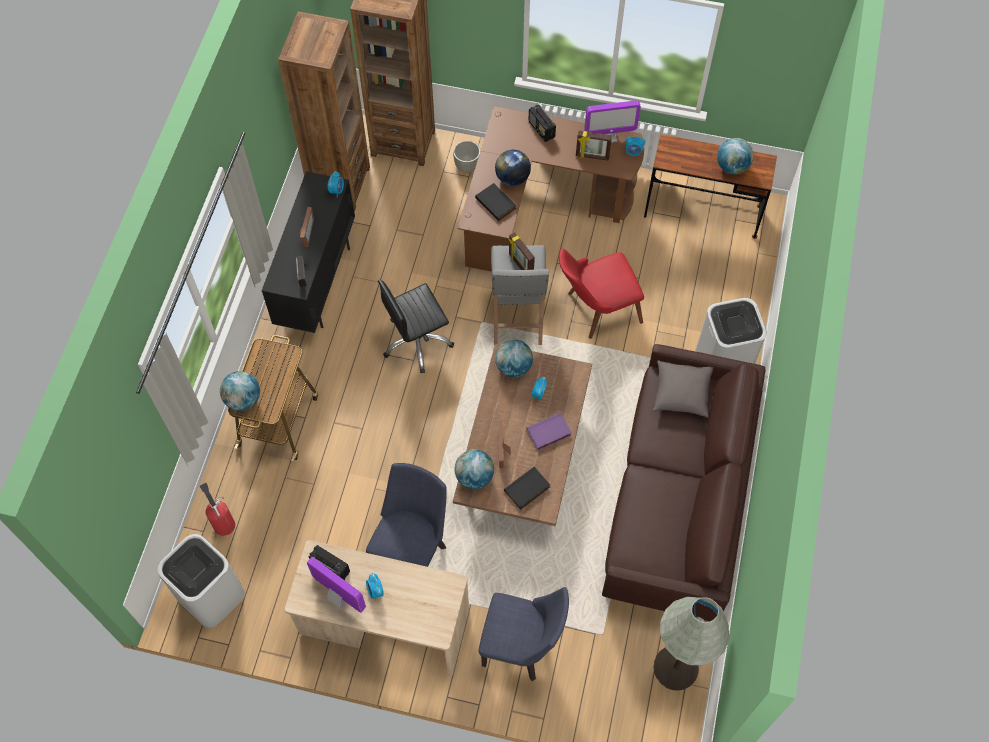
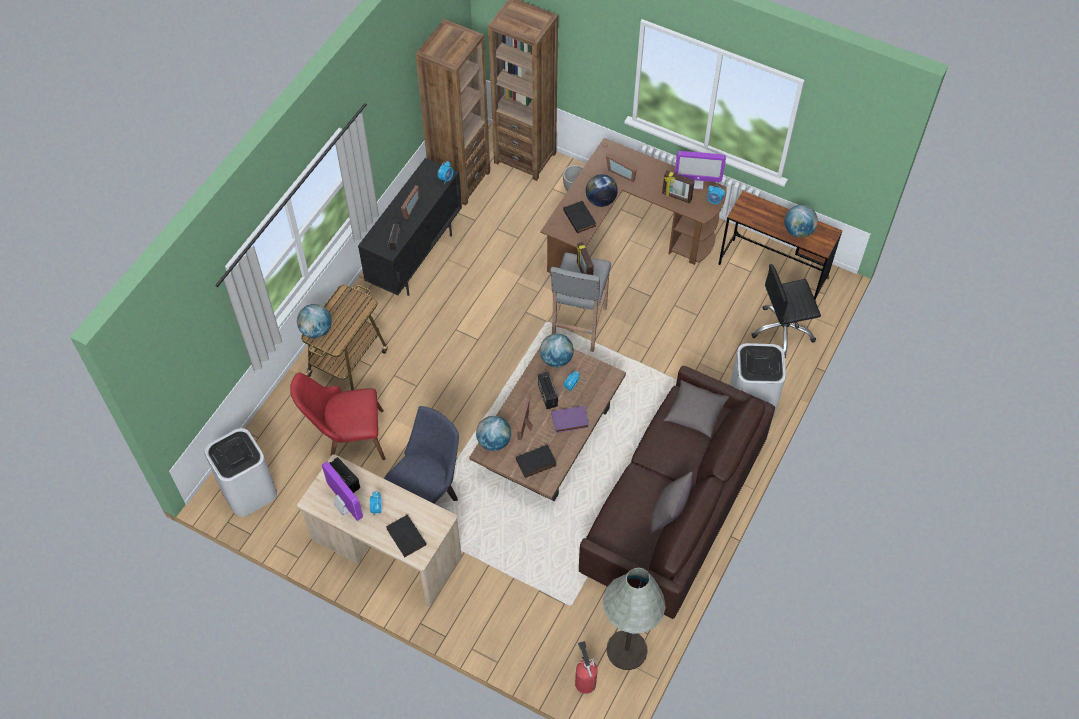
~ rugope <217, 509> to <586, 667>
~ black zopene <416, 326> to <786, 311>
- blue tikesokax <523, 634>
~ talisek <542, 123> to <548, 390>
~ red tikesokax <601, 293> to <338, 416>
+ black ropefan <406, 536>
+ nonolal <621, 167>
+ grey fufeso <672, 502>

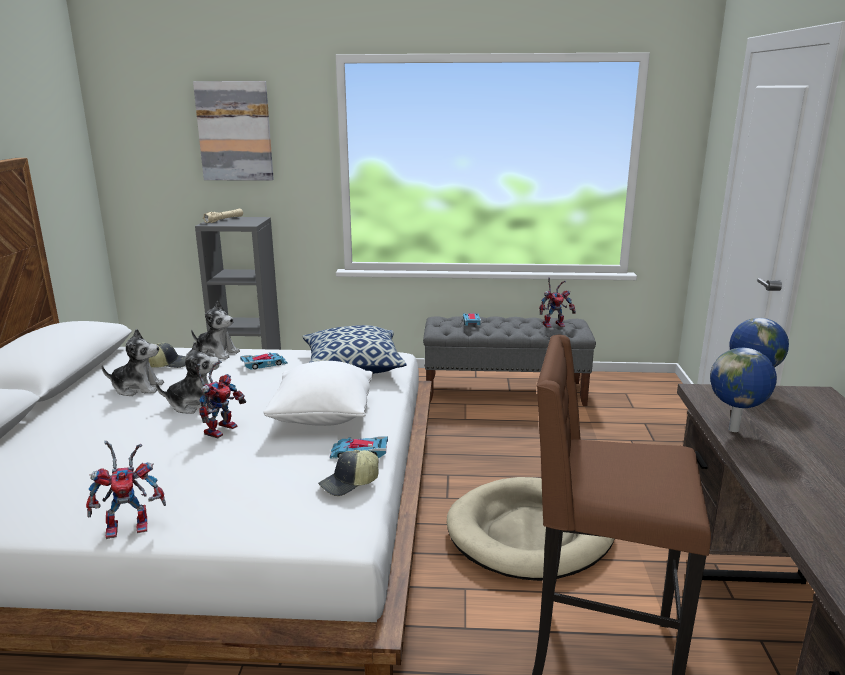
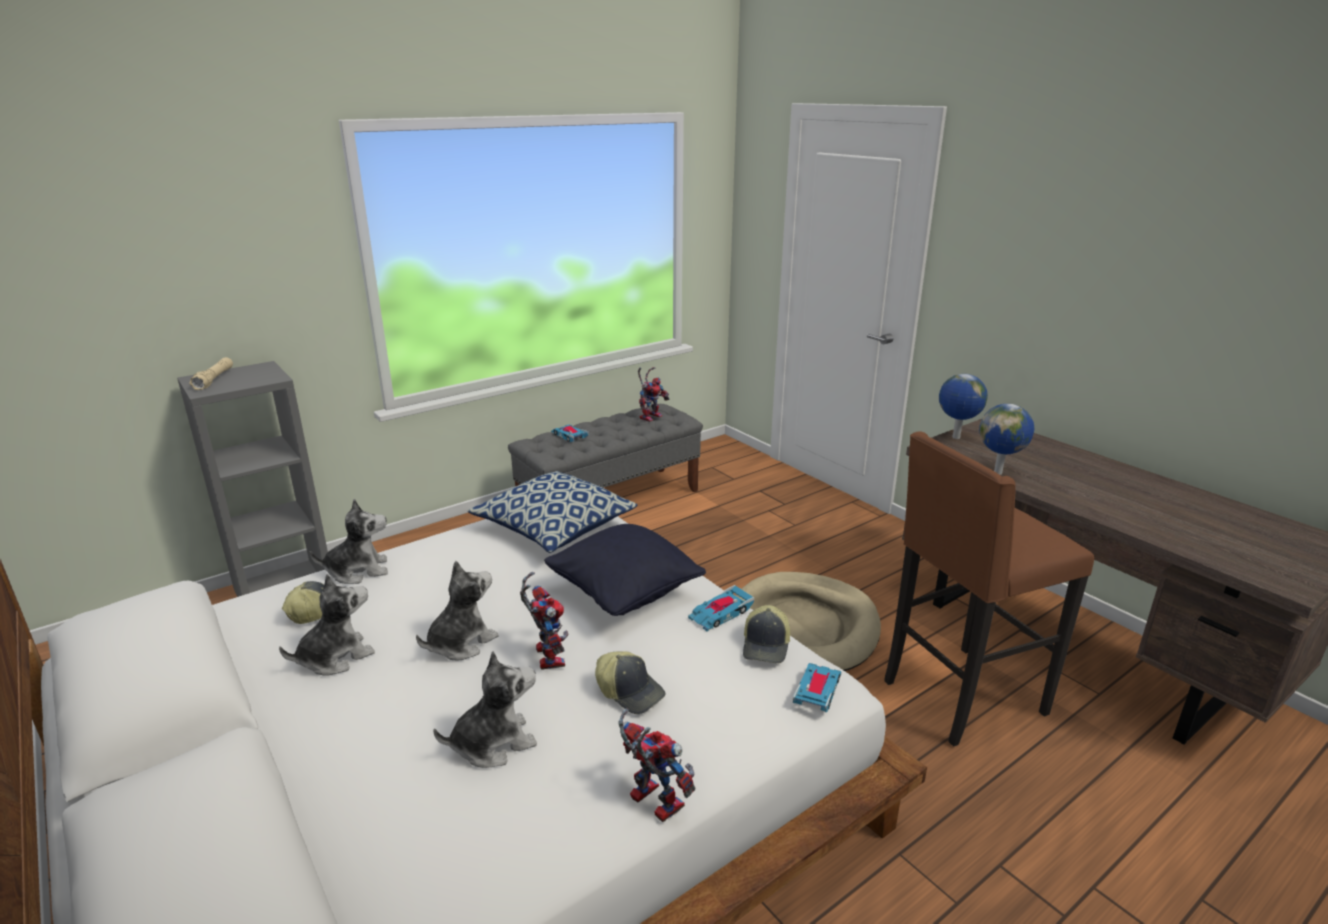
~ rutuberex <126, 490> = <656, 765> 75 degrees counterclockwise
- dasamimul <233, 131>
~ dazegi <264, 361> to <817, 687>
~ white fufeso <318, 393> to black fufeso <625, 570>
+ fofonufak <485, 709>
+ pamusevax <630, 682>

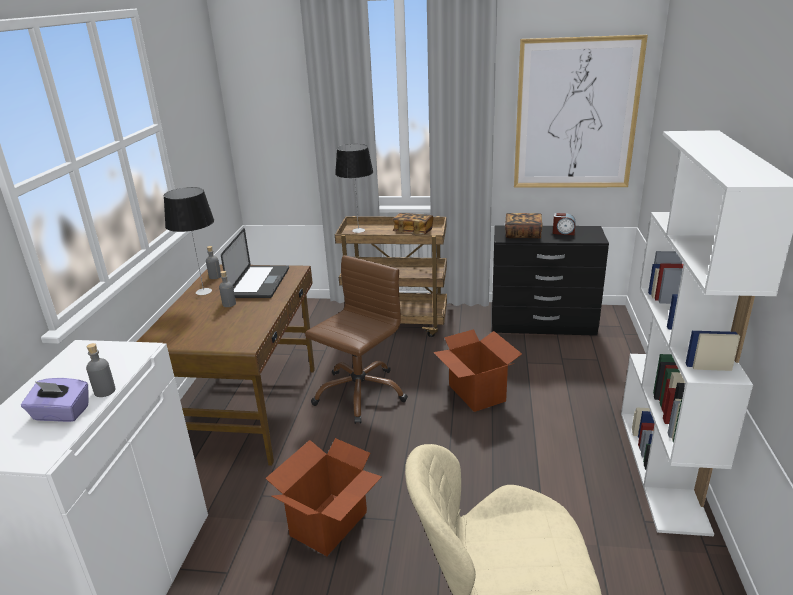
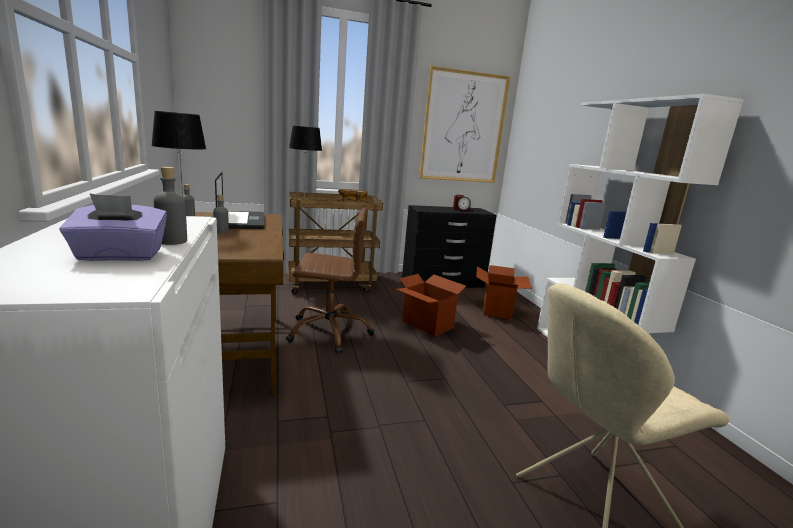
~ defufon <323, 497> to <504, 292>
~ brown zopene <356, 339> = <330, 280> 75 degrees clockwise
- ropefan <523, 225>

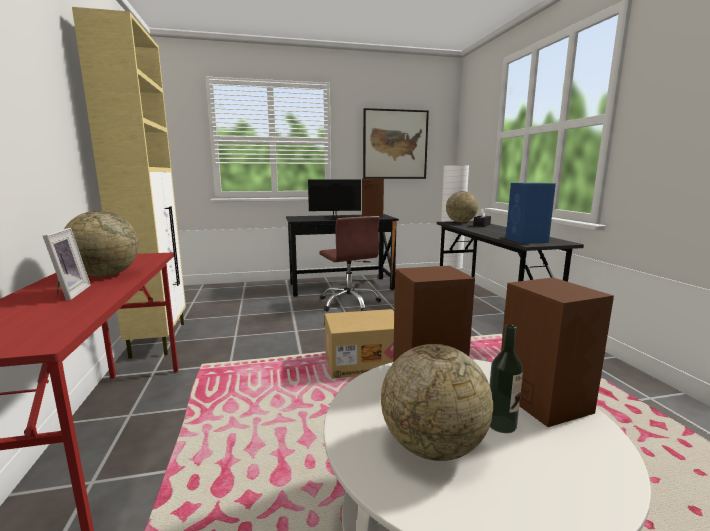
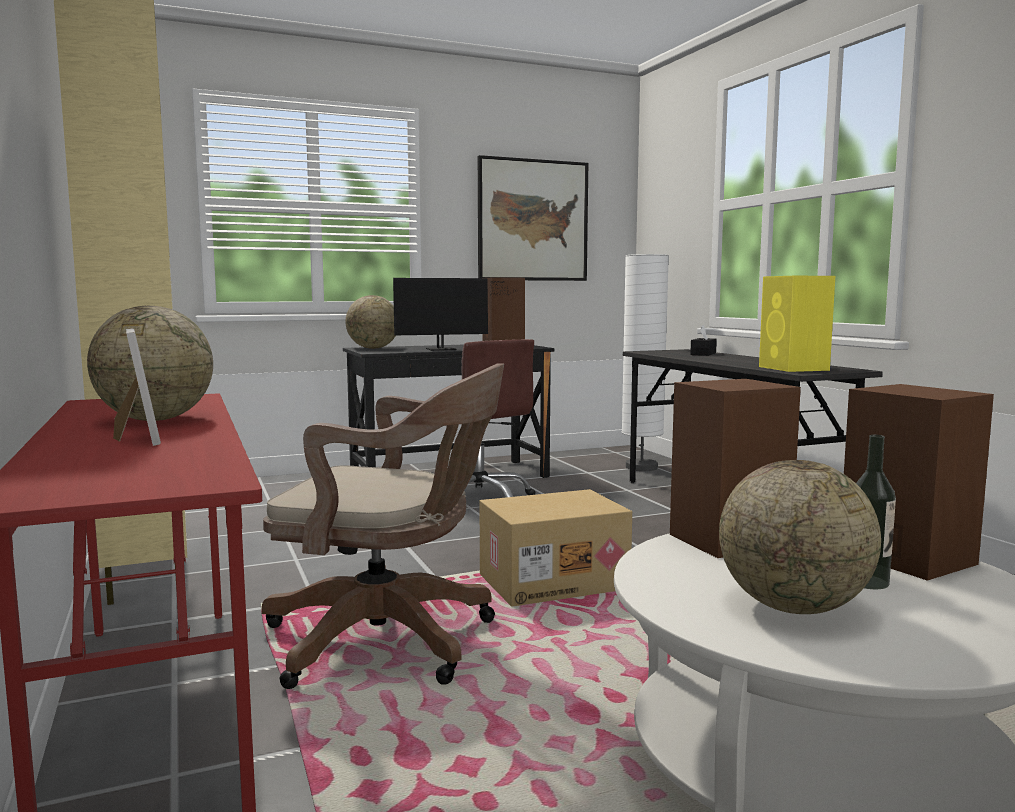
~ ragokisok <462, 207> to <370, 322>
~ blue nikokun <531, 213> to yellow nikokun <797, 324>
+ brown zopene <383, 526>

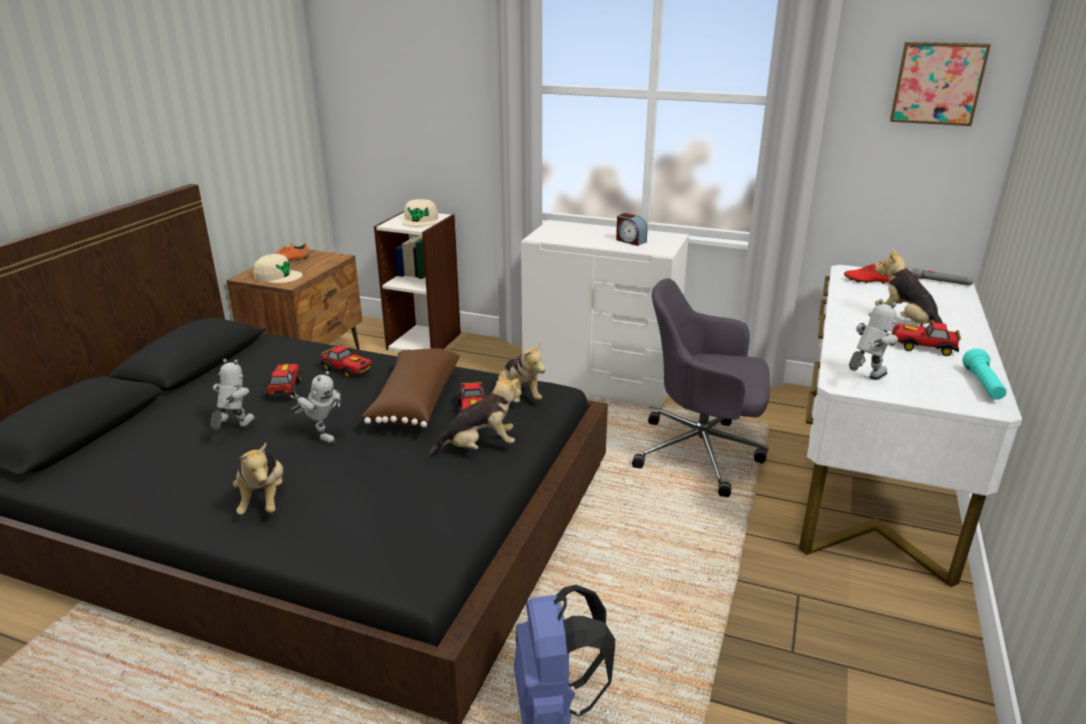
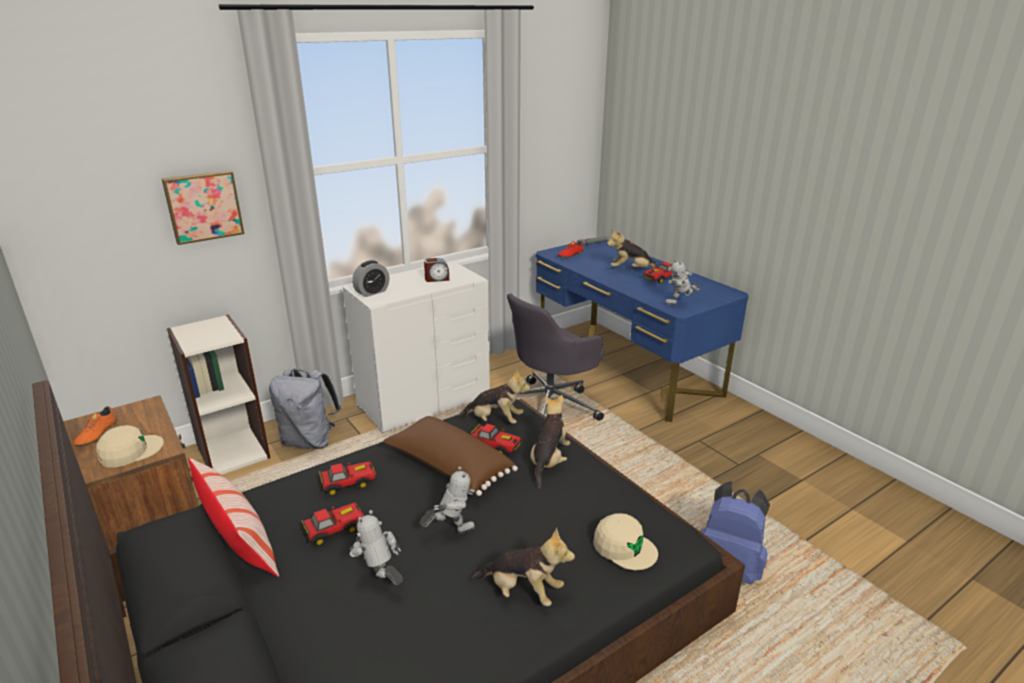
~ dazegi <282, 381> = <332, 524> 120 degrees clockwise
~ beige pamusevax <420, 213> to <625, 541>
~ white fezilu <910, 426> to blue fezilu <642, 331>
~ rutuberex <873, 339> = <683, 282> 105 degrees counterclockwise
~ dasamimul <940, 84> to <203, 207>
- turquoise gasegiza <984, 374>
+ fufeso <233, 517>
+ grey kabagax <305, 408>
+ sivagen <370, 278>

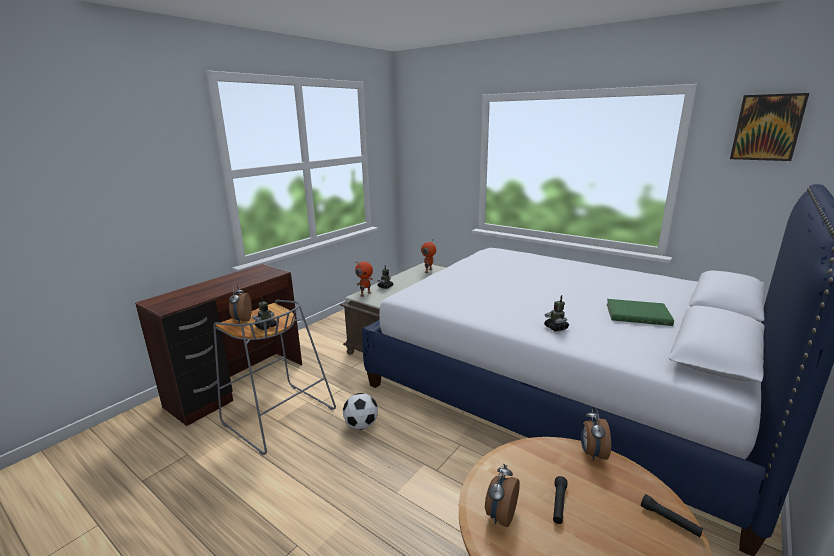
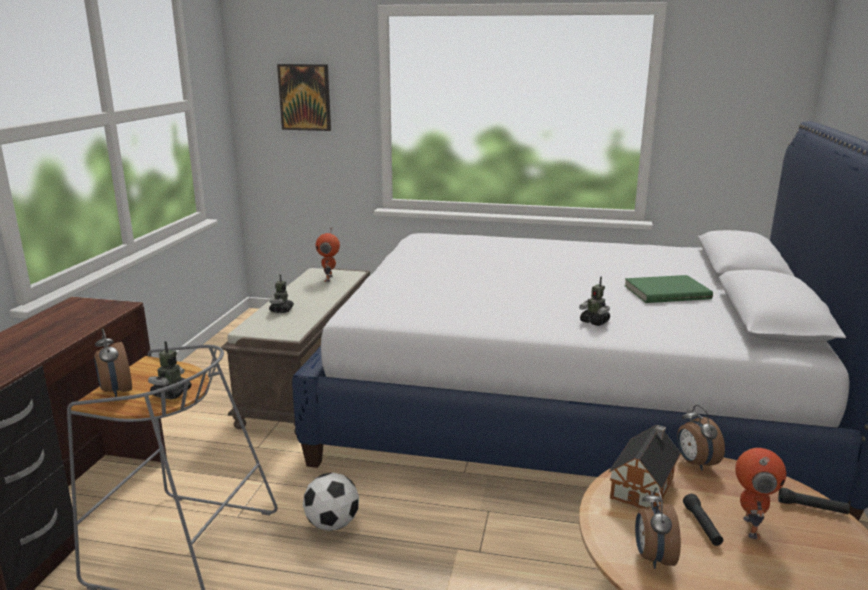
~ rutuberex <364, 279> to <760, 494>
~ dasamimul <769, 127> to <304, 97>
+ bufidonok <644, 466>

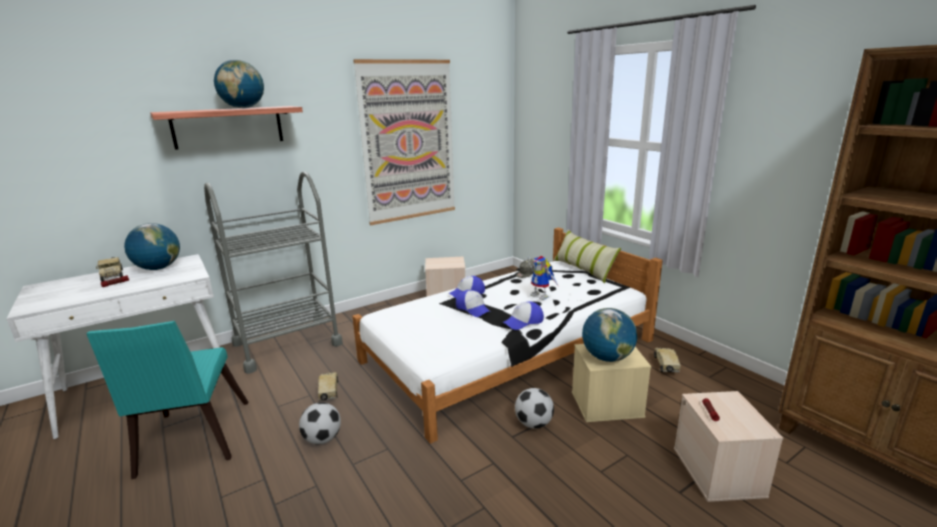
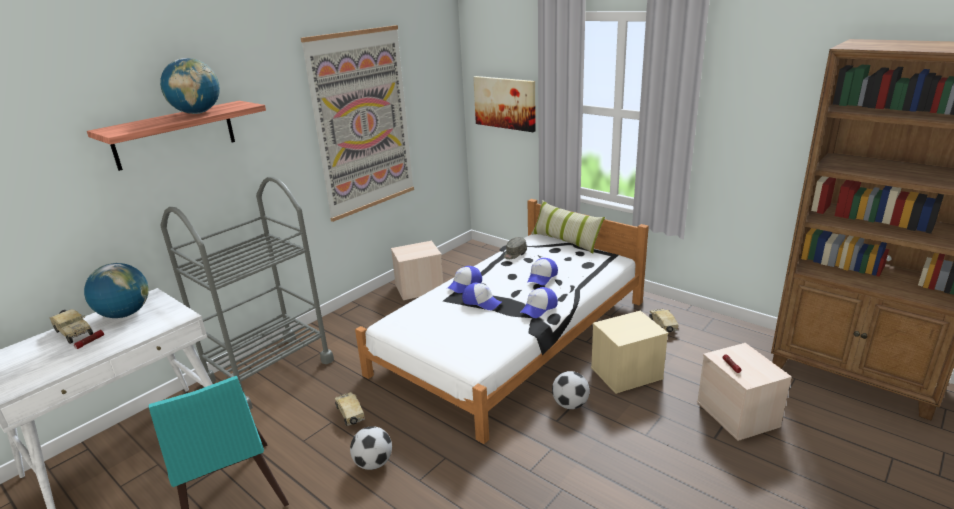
~ rutuberex <541, 278> to pamusevax <542, 271>
- ragokisok <609, 335>
+ dasamimul <504, 104>

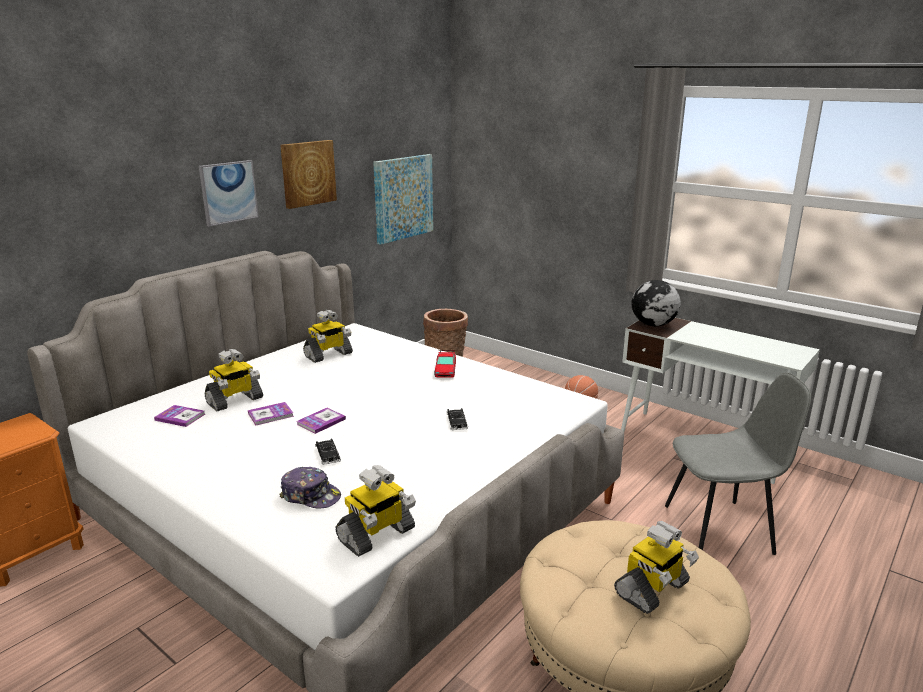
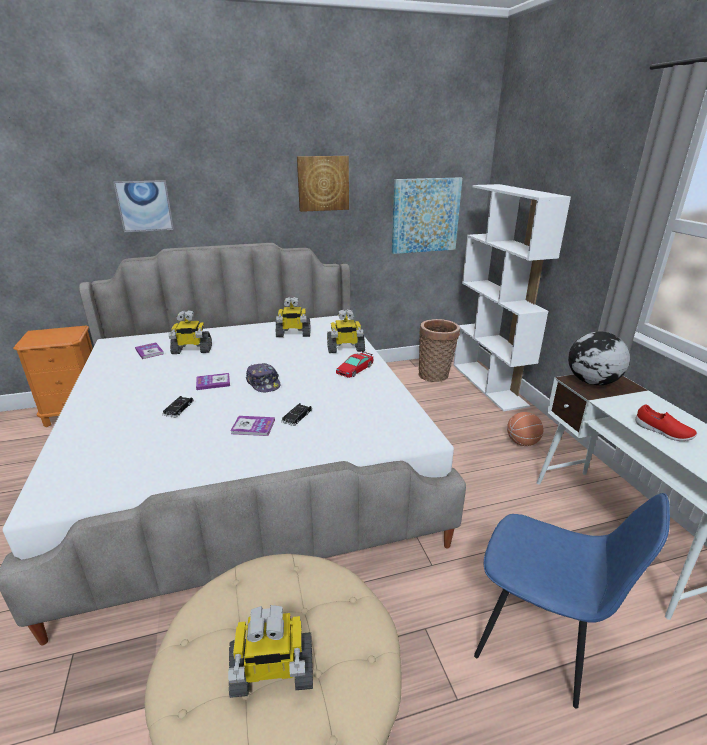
~ dasamimul <229, 193> to <143, 206>
~ ropefan <271, 413> to <252, 426>
~ pamusevax <310, 487> to <263, 377>
~ rutuberex <375, 511> to <346, 331>
~ grey tikesokax <738, 464> to blue tikesokax <572, 600>
+ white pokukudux <512, 297>
+ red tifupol <666, 422>

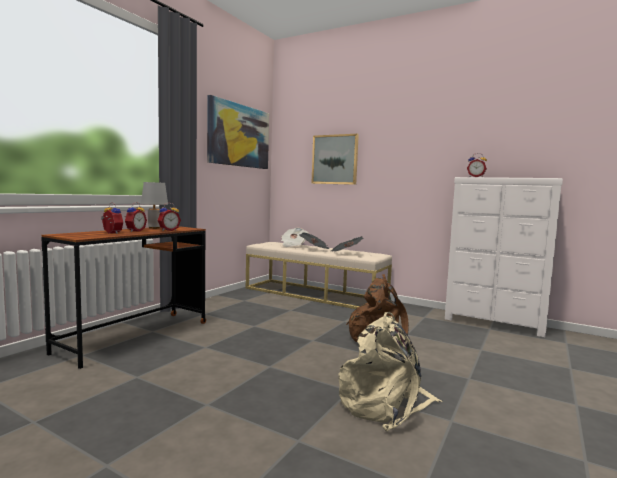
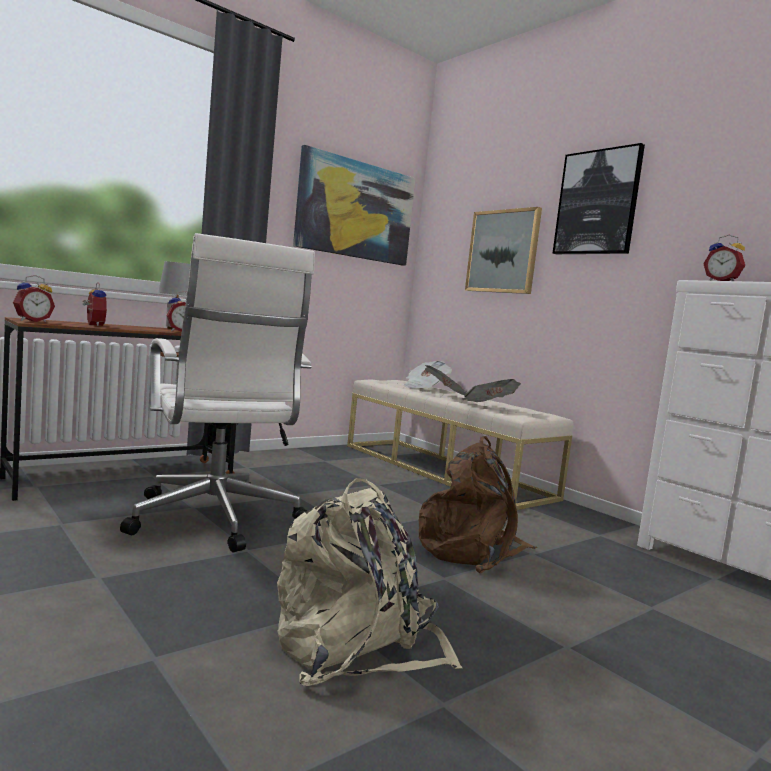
~ sivagen <136, 217> to <34, 298>
+ white zopene <217, 392>
+ dasamimul <598, 198>

